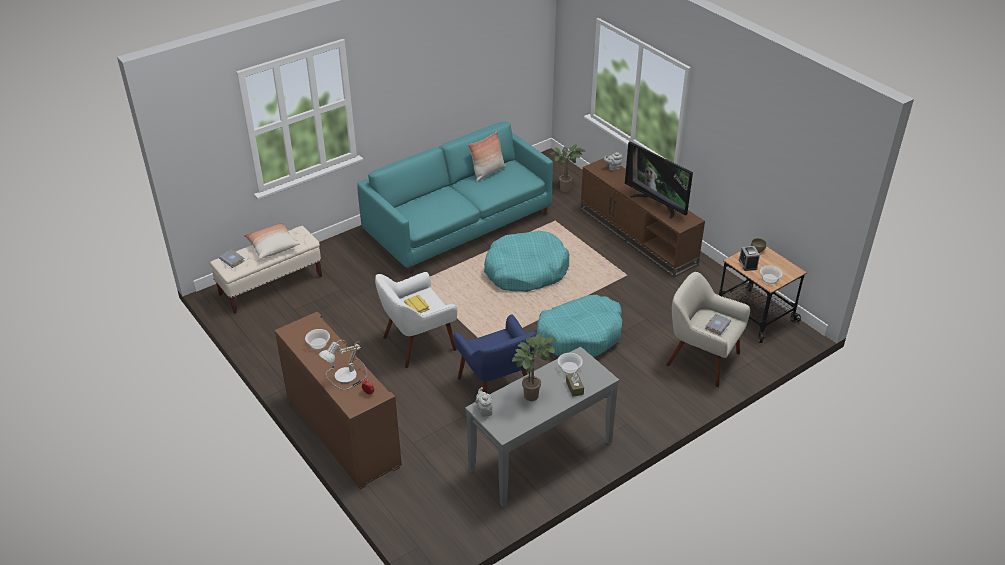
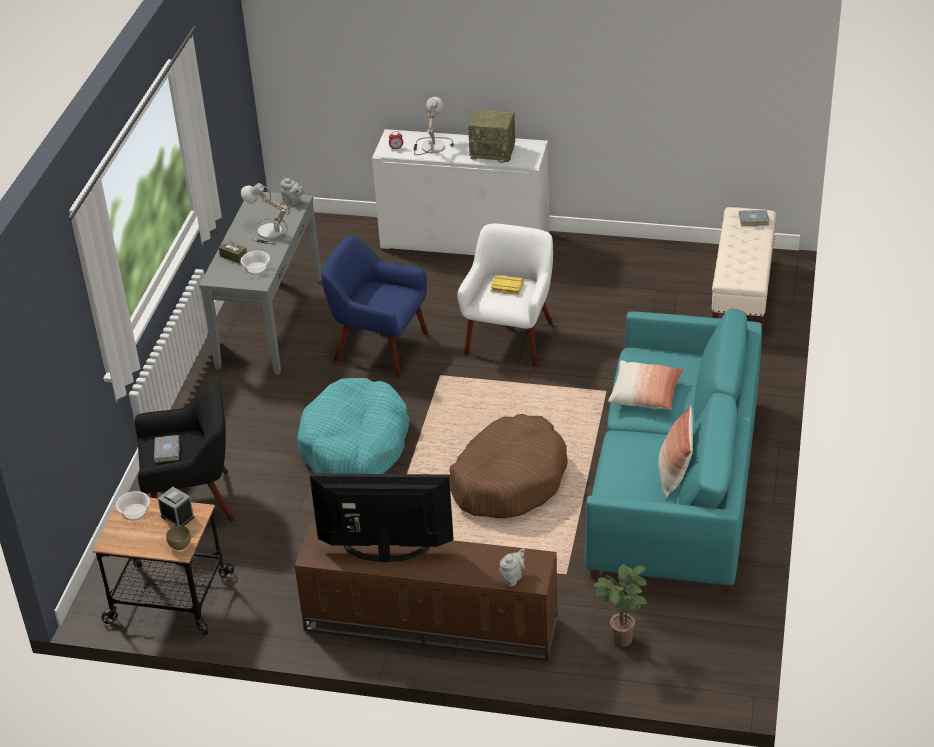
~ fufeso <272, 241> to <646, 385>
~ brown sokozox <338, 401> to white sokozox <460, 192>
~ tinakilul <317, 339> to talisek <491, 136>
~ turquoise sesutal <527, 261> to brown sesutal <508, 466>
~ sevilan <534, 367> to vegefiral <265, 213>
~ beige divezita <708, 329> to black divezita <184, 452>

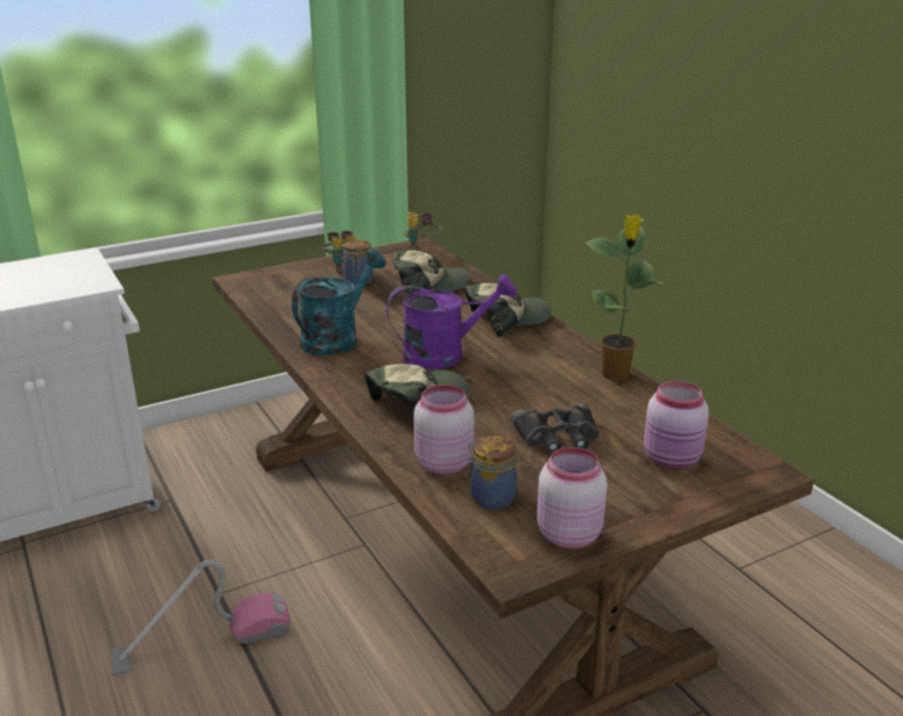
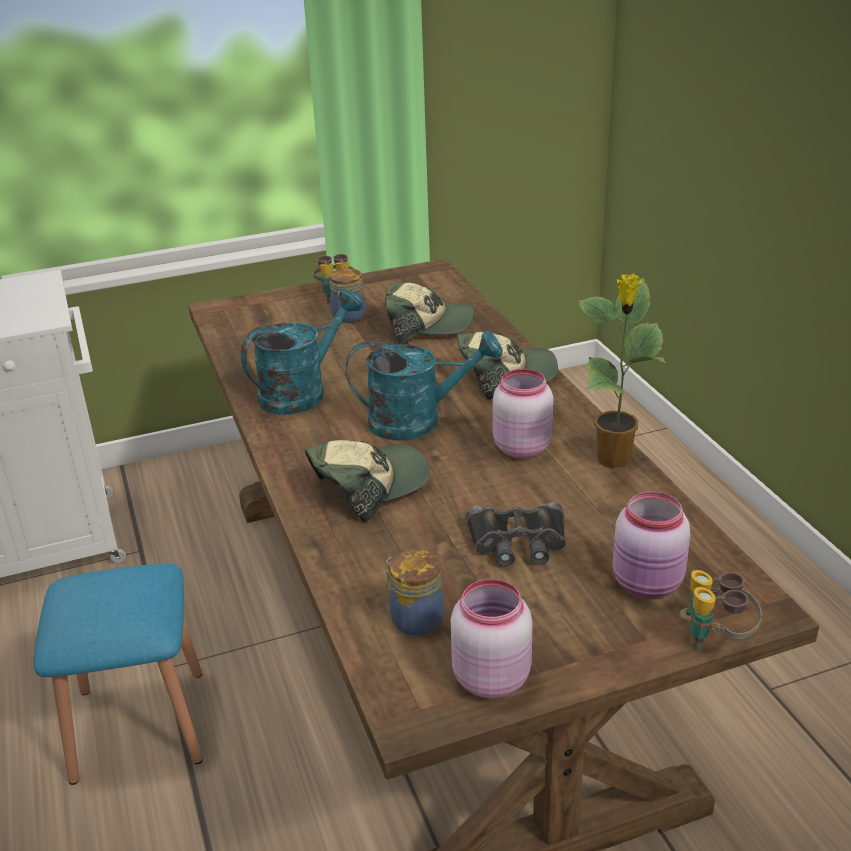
~ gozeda <200, 618> to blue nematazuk <118, 674>
~ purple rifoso <451, 322> to turquoise rifoso <424, 386>
~ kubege <422, 231> to <720, 611>
~ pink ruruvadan <444, 429> to <523, 413>

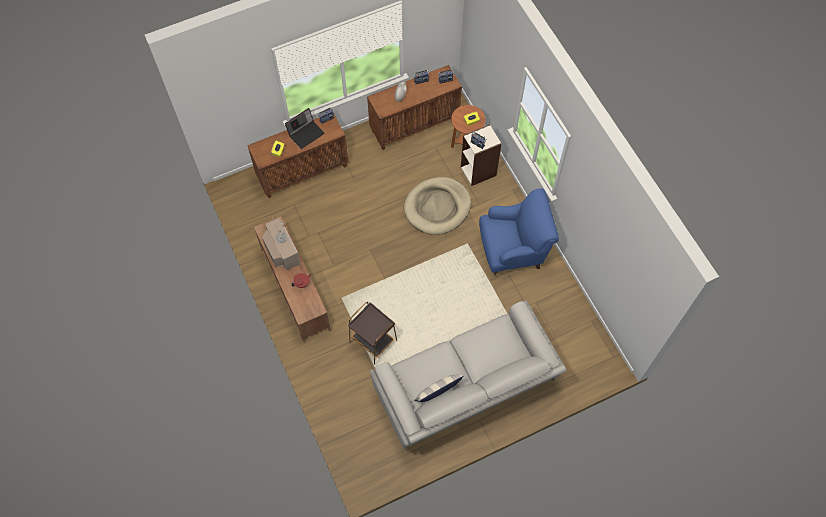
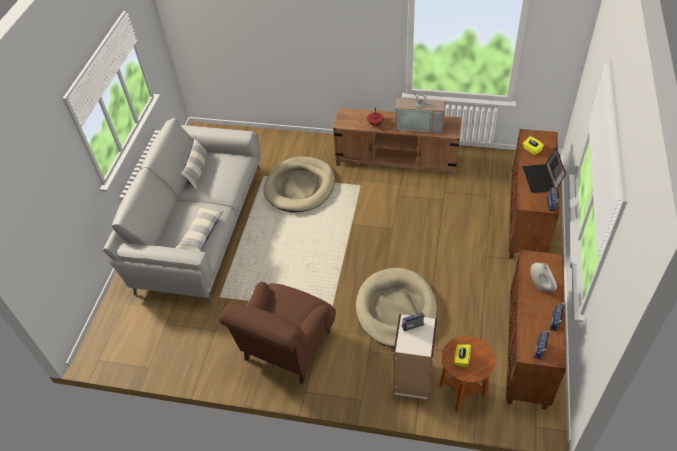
~ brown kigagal <372, 333> to beige sesutal <299, 184>
~ blue divezita <519, 232> to brown divezita <278, 333>
+ fufeso <199, 229>

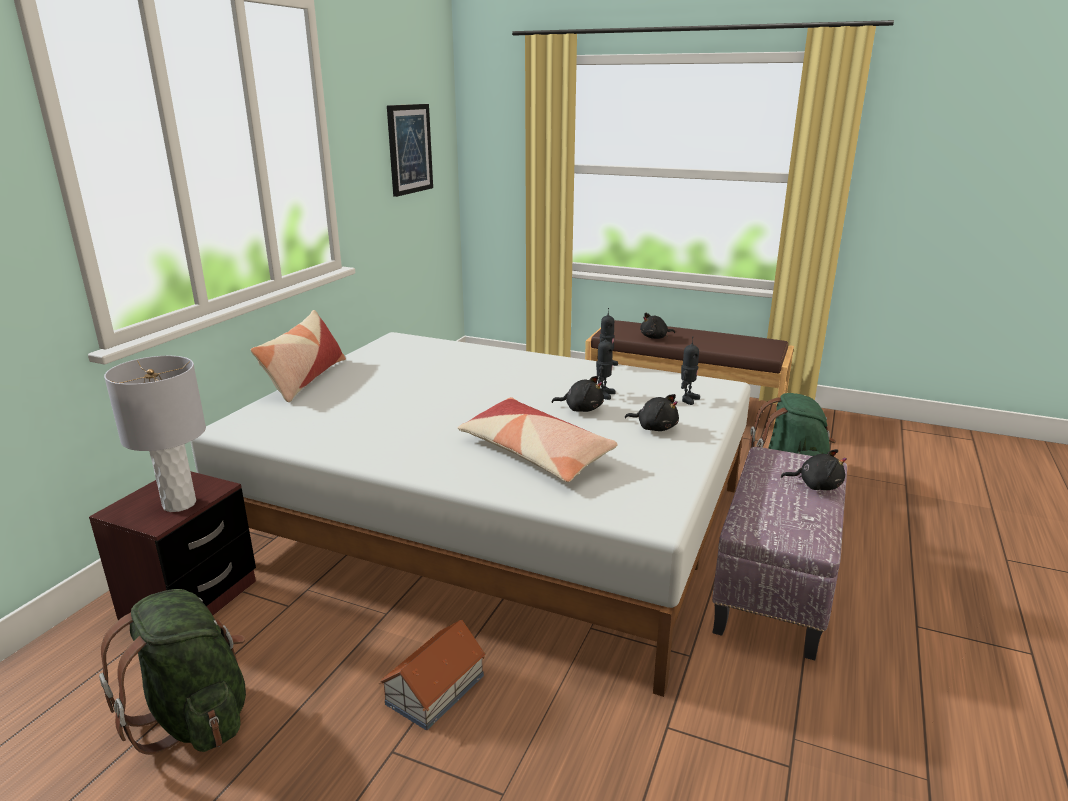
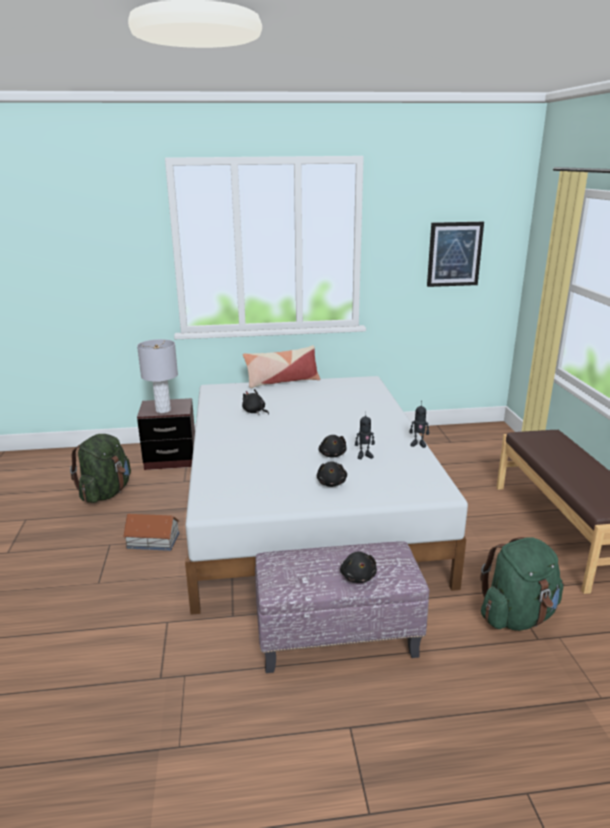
- fufeso <538, 439>
~ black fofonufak <657, 326> to <255, 402>
- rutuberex <690, 371>

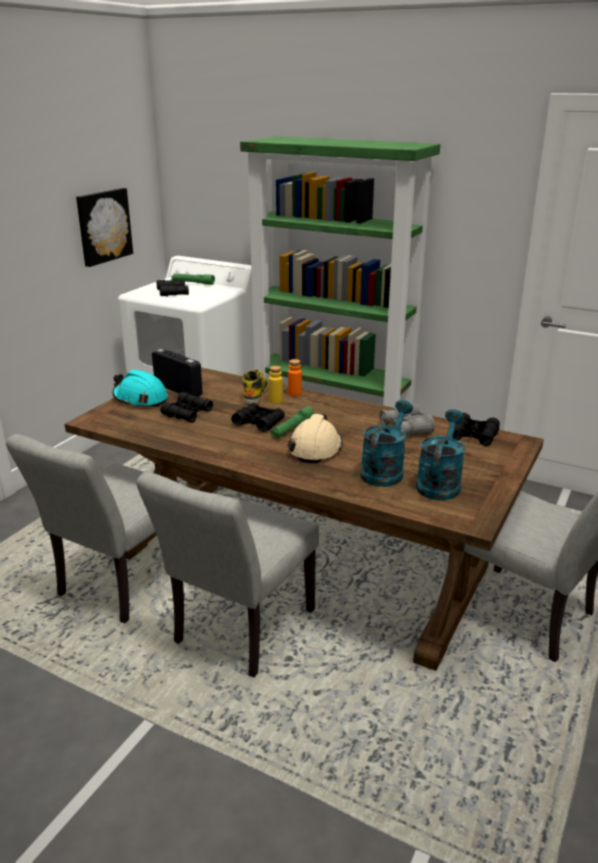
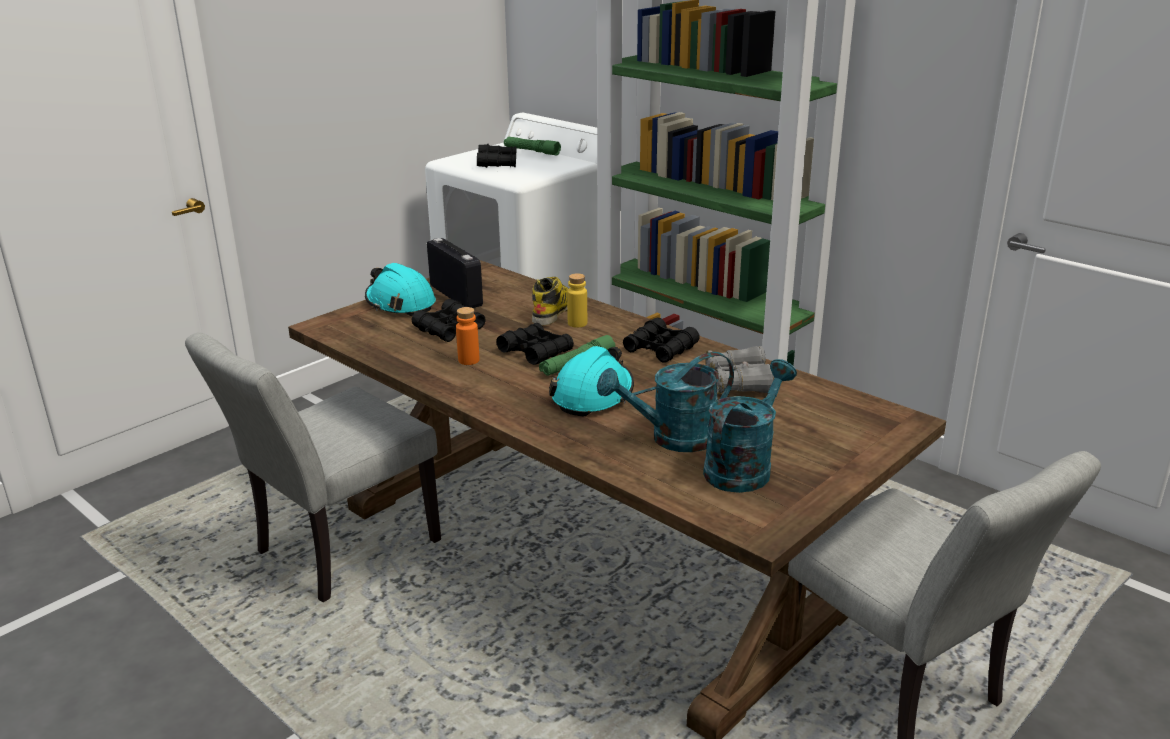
- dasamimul <104, 227>
- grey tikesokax <227, 574>
~ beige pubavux <315, 438> to turquoise pubavux <591, 381>
~ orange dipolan <295, 377> to <467, 336>
~ turquoise rifoso <386, 443> = <665, 402> 150 degrees counterclockwise
~ black kubege <476, 429> to <661, 340>

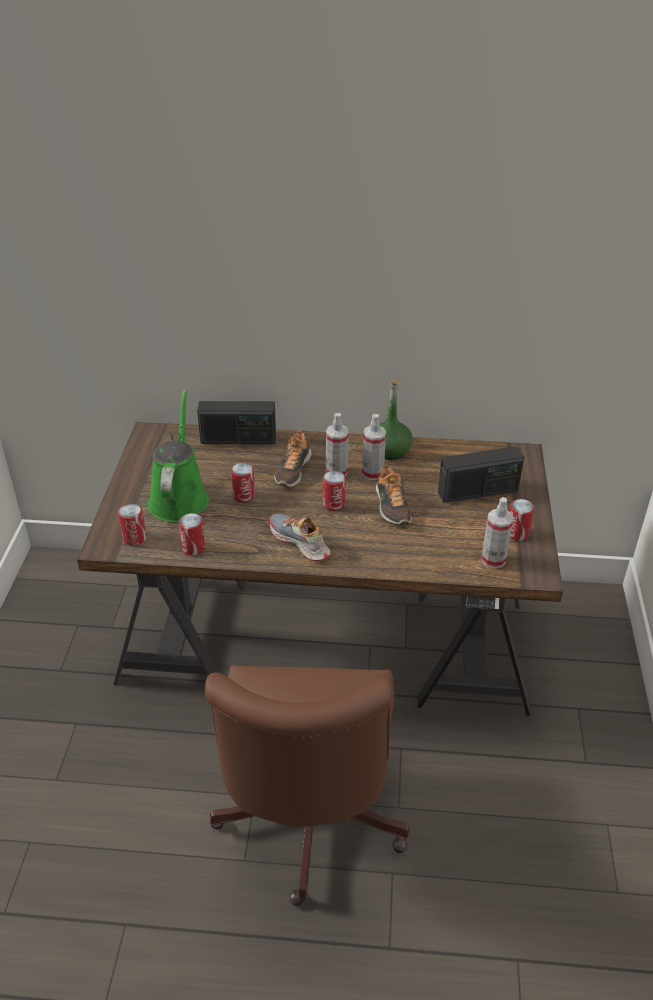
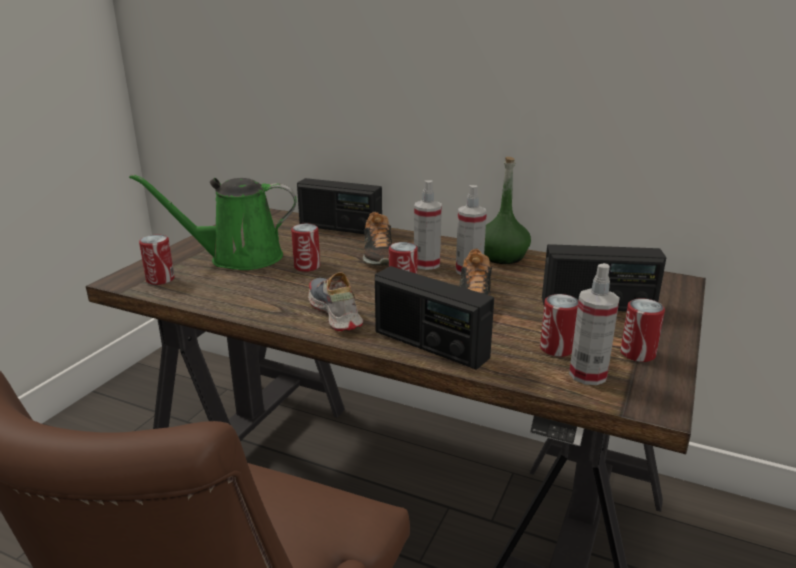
~ green rifoso <178, 456> = <213, 222> 120 degrees counterclockwise
~ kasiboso <192, 534> to <559, 325>
~ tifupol <293, 458> = <377, 239> 45 degrees counterclockwise
+ talisek <434, 318>

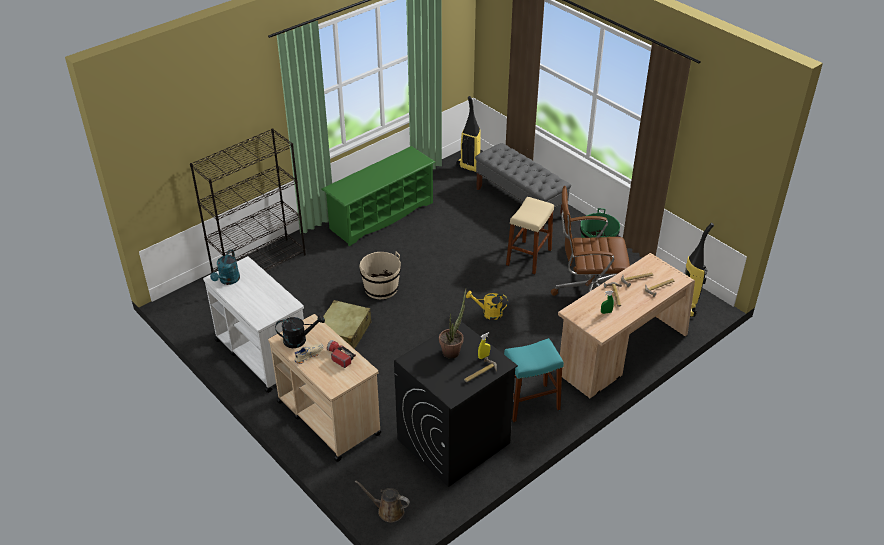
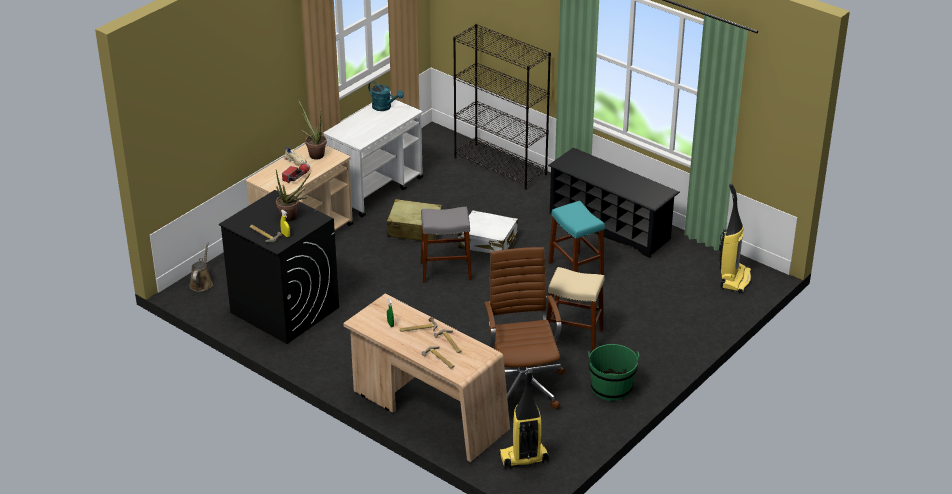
~ turquoise rifoso <225, 267> = <386, 96> 150 degrees counterclockwise
~ black rifoso <300, 331> to sevilan <312, 129>
~ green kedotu <378, 196> to black kedotu <614, 202>
~ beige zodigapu <380, 275> to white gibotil <488, 232>
- yellow rifoso <487, 305>
- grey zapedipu <523, 186>
~ turquoise nematazuk <534, 380> to <576, 238>
+ grey nematazuk <446, 245>

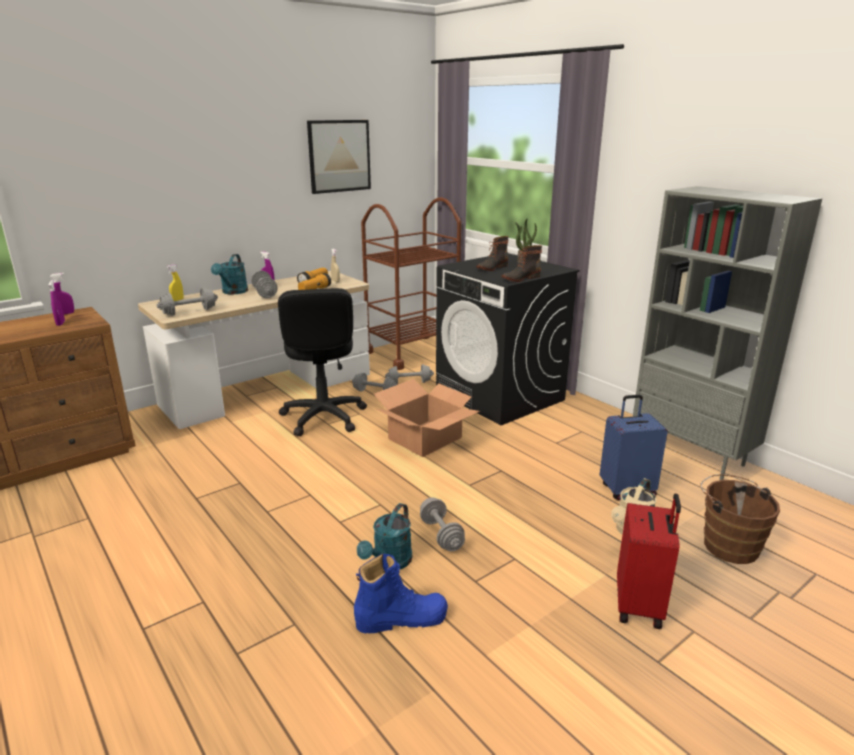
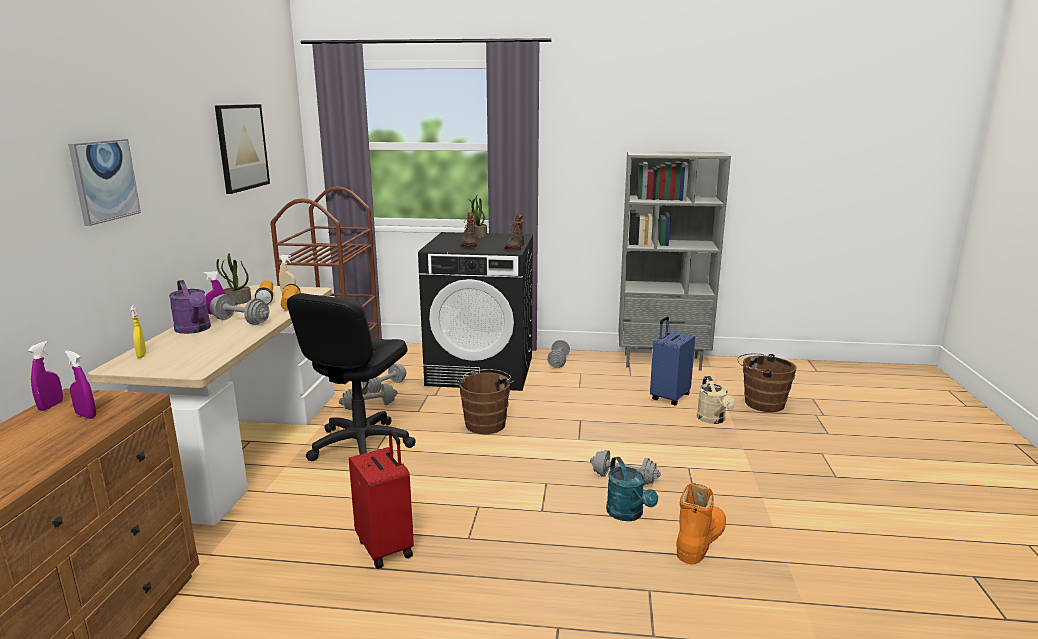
~ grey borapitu <187, 302> to <558, 354>
~ turquoise rifoso <229, 274> to purple rifoso <190, 307>
~ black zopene <322, 362> = <351, 377> 75 degrees clockwise
~ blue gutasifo <401, 593> to orange gutasifo <701, 523>
~ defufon <427, 418> to brown zodigapu <485, 401>
~ red gibotil <649, 561> to <381, 499>
+ dasamimul <104, 182>
+ sevilan <233, 279>

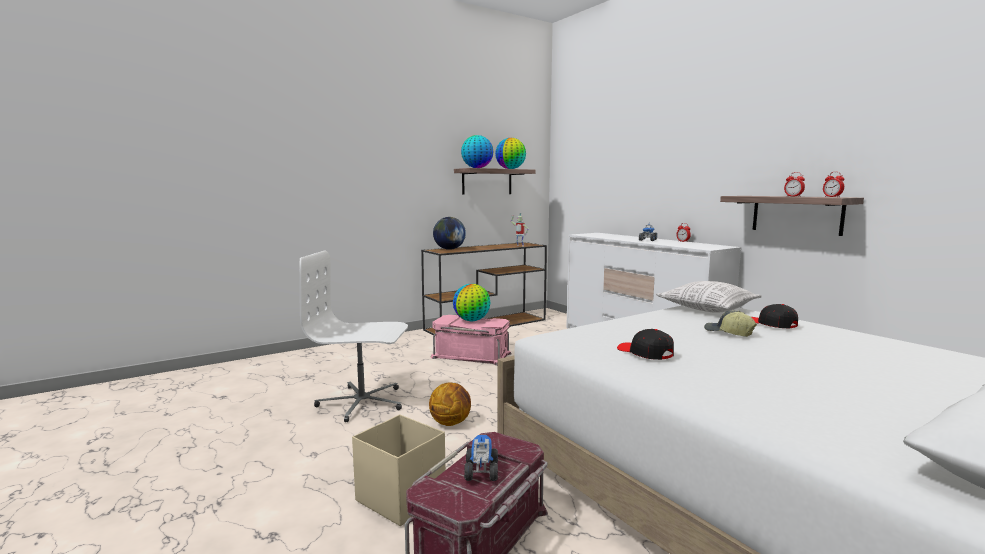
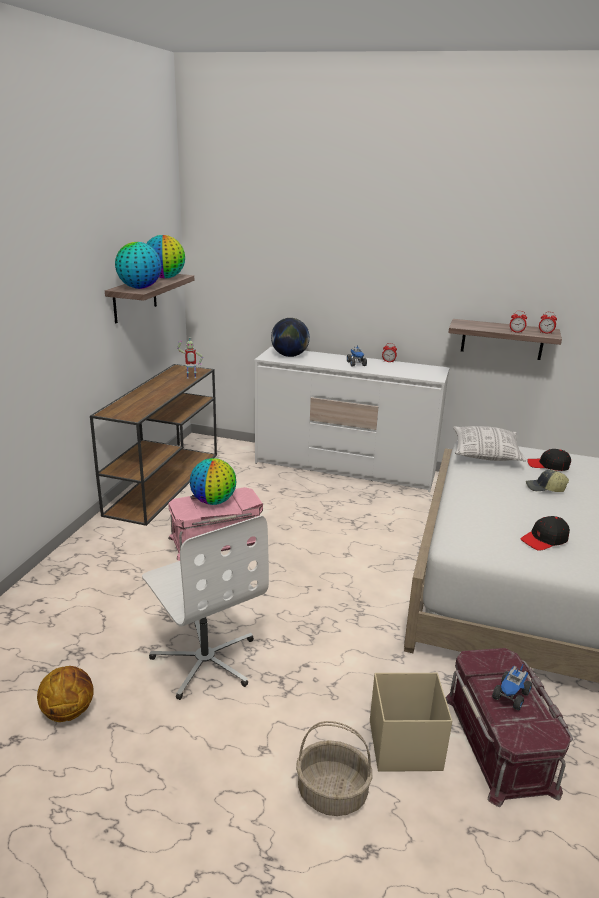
~ white zopene <353, 336> = <205, 607> 90 degrees counterclockwise
~ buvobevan <450, 404> to <65, 694>
~ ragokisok <449, 233> to <290, 337>
~ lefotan <481, 458> = <512, 686> 105 degrees counterclockwise
~ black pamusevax <645, 344> = <545, 533> 45 degrees counterclockwise
+ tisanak <334, 768>

